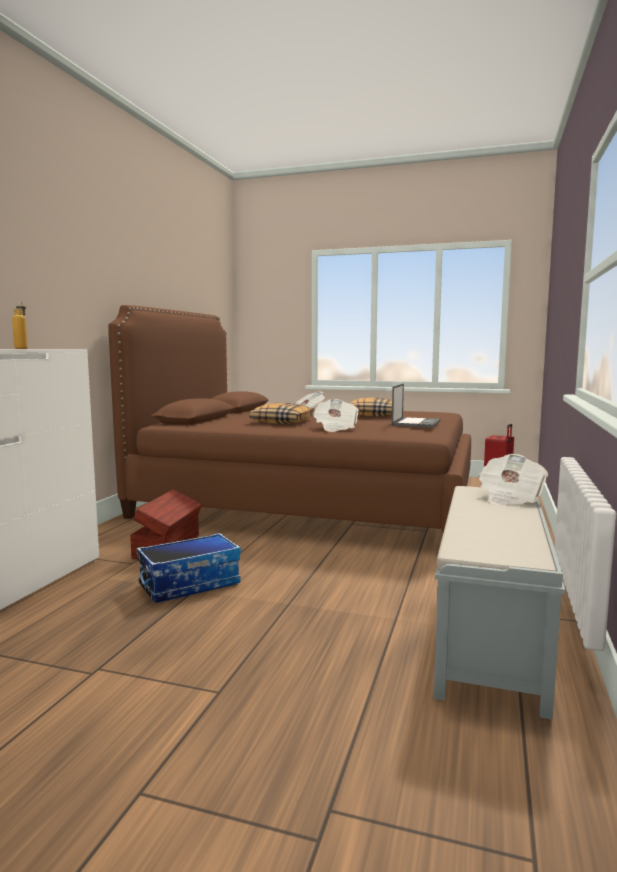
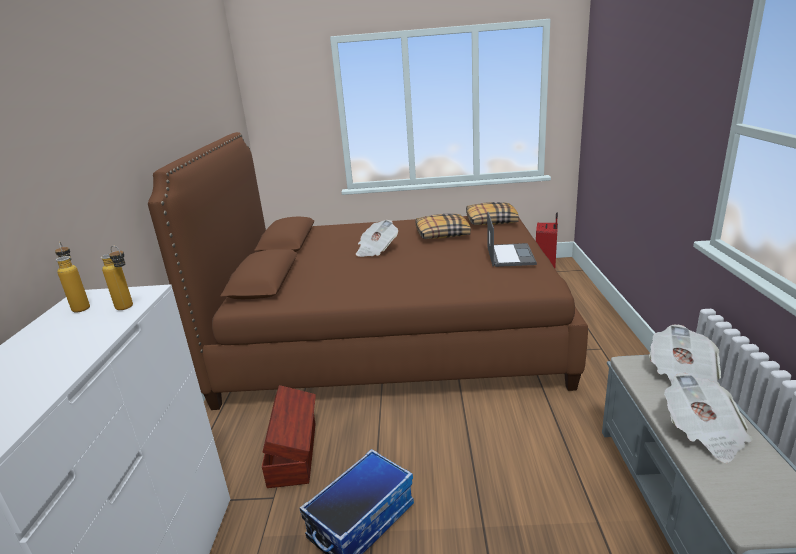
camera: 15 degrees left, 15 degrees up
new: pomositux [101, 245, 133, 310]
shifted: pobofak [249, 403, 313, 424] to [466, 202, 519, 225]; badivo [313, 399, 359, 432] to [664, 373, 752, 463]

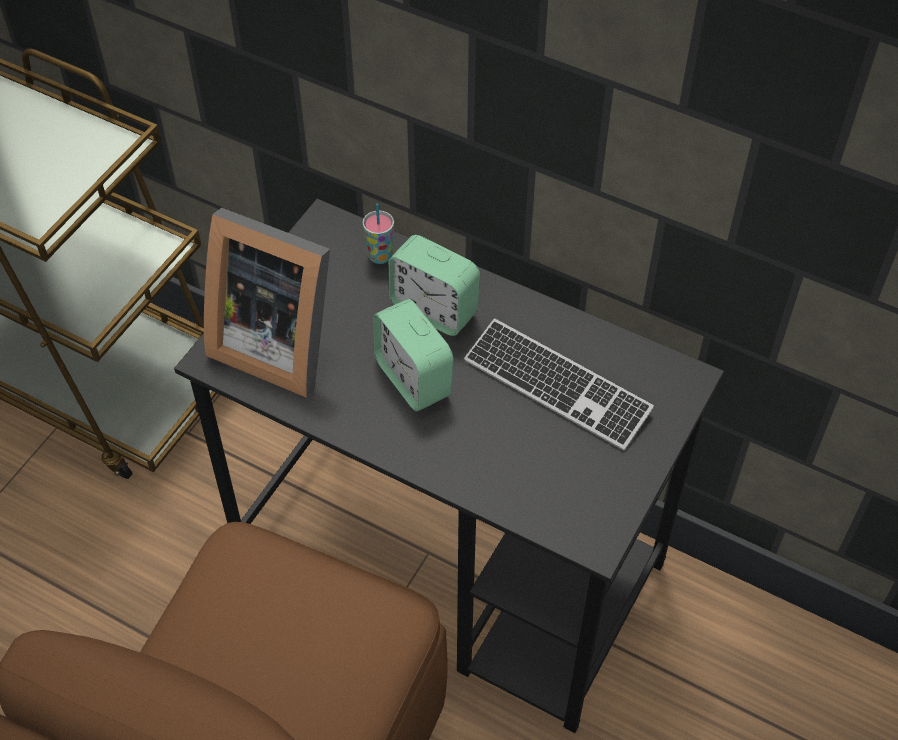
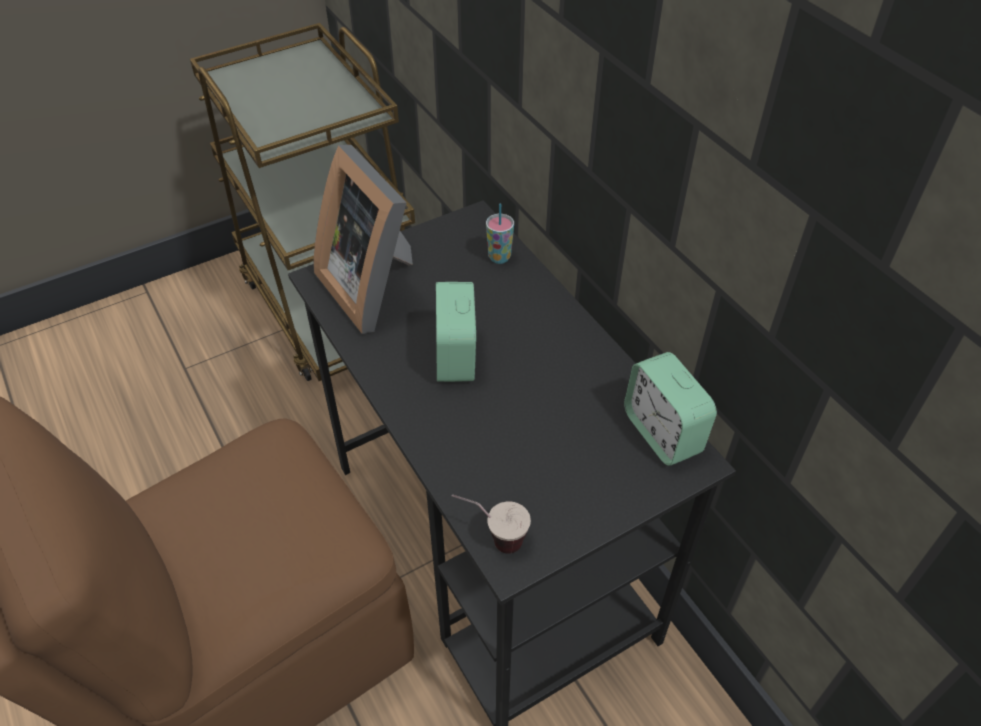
camera: 30 degrees right, 5 degrees down
gone: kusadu [464, 318, 654, 450]
new: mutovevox [451, 494, 531, 554]
shifted: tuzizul [388, 235, 480, 336] to [624, 352, 717, 466]

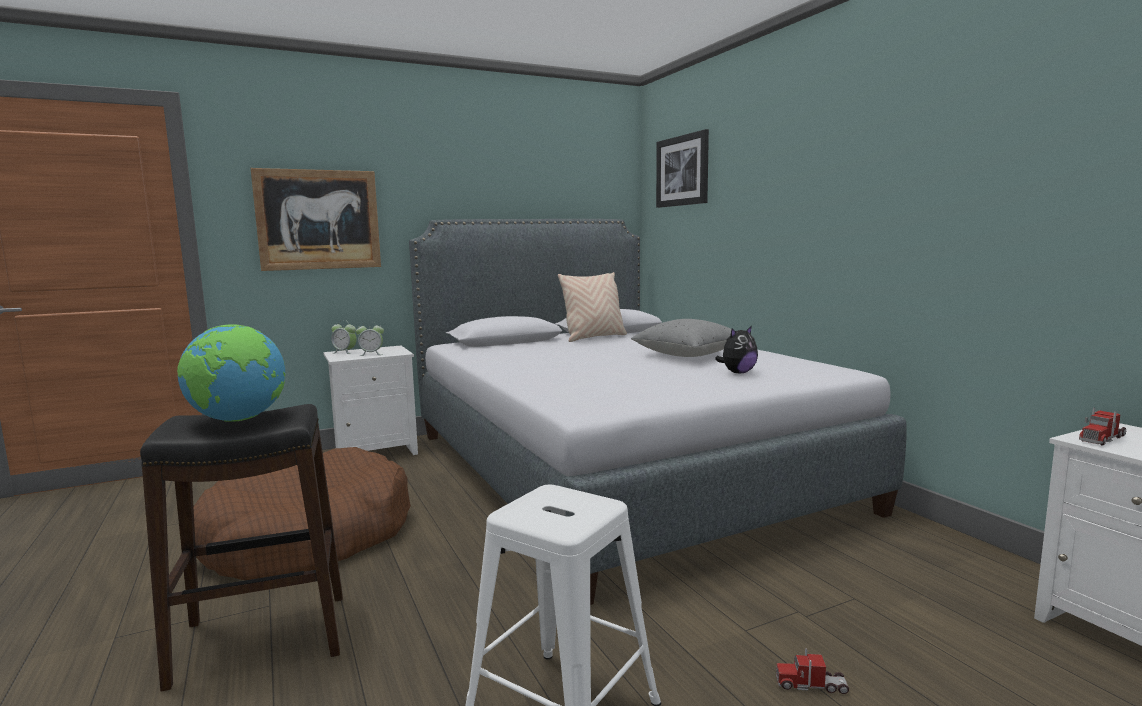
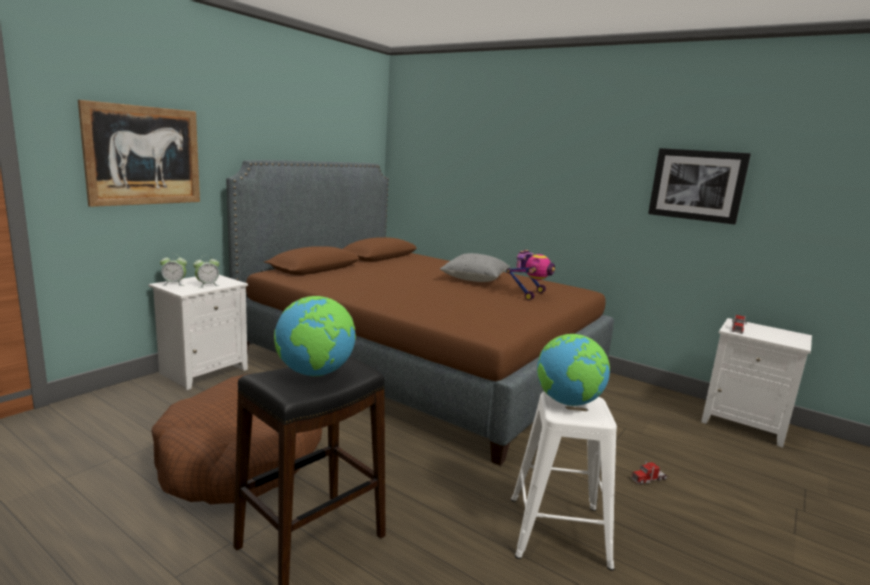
camera: 30 degrees left, 5 degrees up
gone: beige pobofak [558, 272, 627, 342]
new: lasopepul [537, 334, 610, 406]
shifted: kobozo [656, 129, 709, 208] to [648, 148, 751, 225]
swapped: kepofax [715, 326, 758, 373] to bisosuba [506, 250, 555, 300]
repainted: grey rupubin [409, 219, 907, 605] to brown rupubin [226, 160, 614, 466]

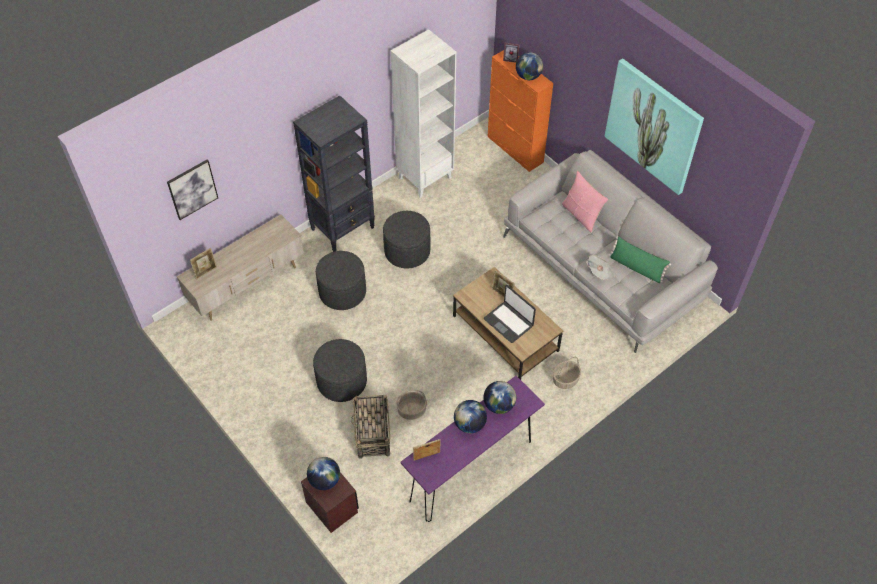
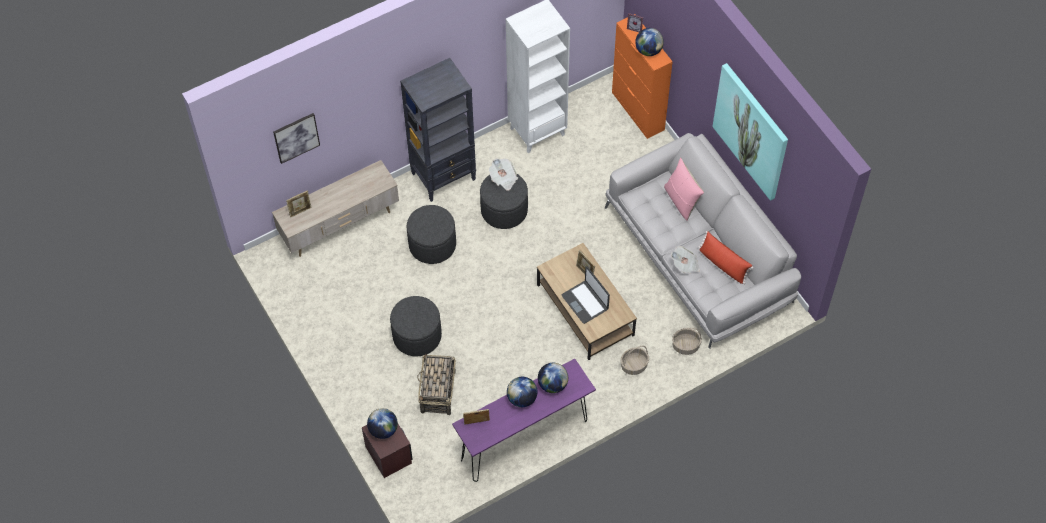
camera: 10 degrees right, 5 degrees up
new: badivo [489, 158, 518, 191]
shifted: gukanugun [396, 390, 427, 420] to [672, 328, 702, 355]
repainted: green pobofak [609, 236, 671, 283] to red pobofak [698, 231, 753, 284]

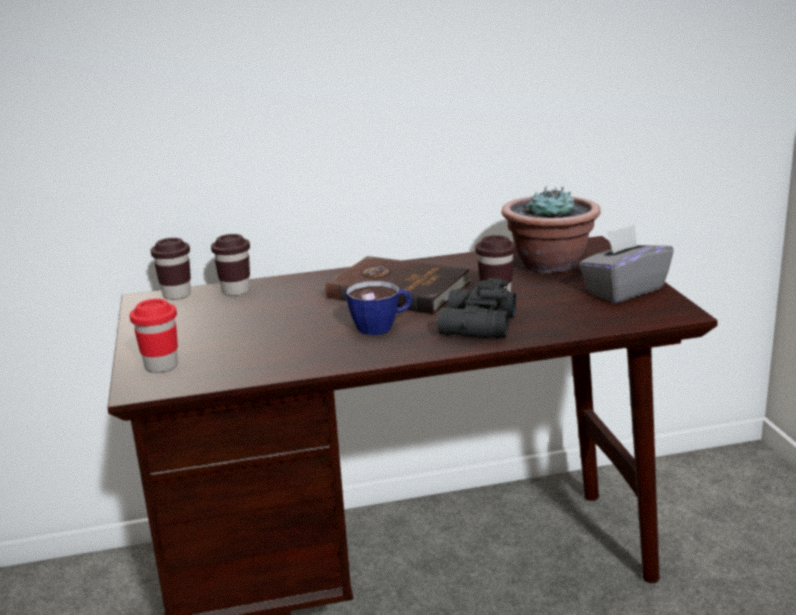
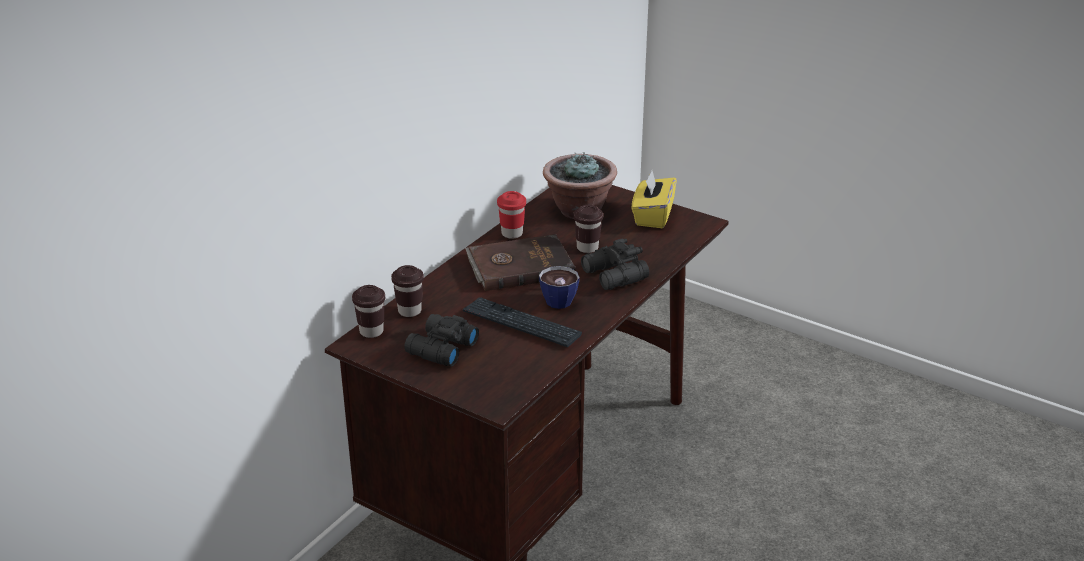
camera: 45 degrees left, 10 degrees up
new: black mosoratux [405, 314, 479, 367]; kusadu [462, 298, 582, 347]
shifted: red mutovevox [130, 299, 178, 373] to [497, 191, 526, 239]
repainted: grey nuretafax [579, 224, 674, 303] to yellow nuretafax [631, 171, 677, 228]

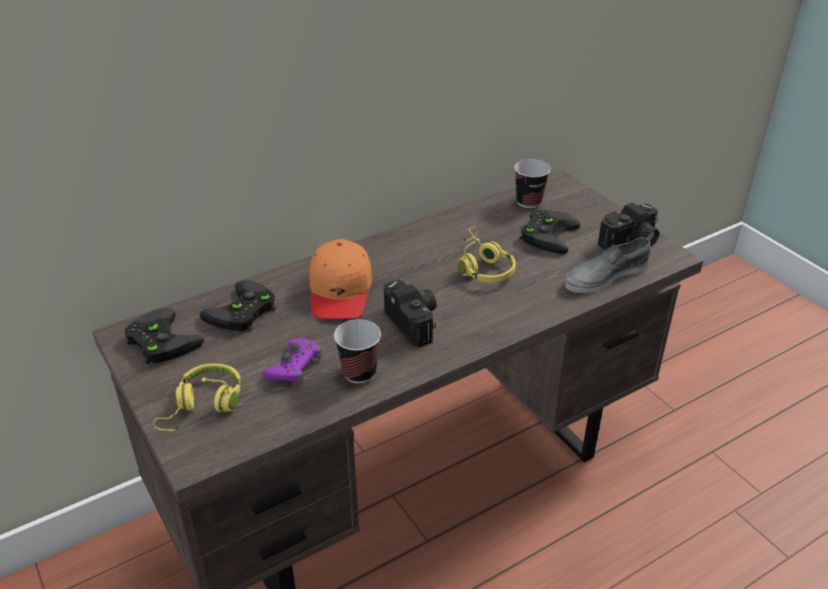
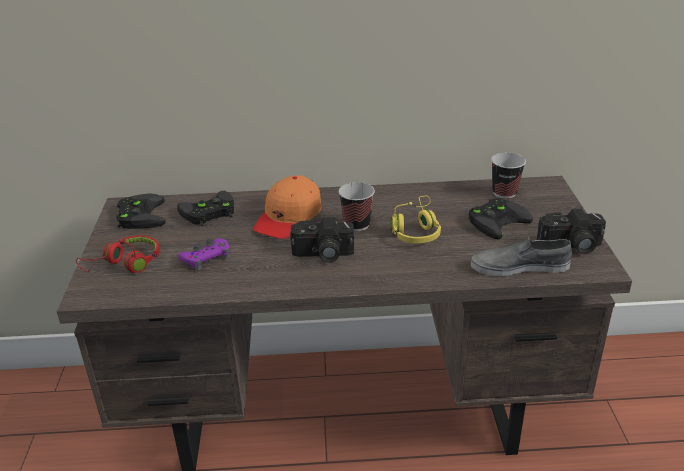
camera: 30 degrees right, 5 degrees down
shifted: mutovevox [334, 319, 381, 384] to [339, 182, 375, 231]
repainted: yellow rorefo [153, 364, 242, 431] to red rorefo [76, 235, 160, 273]
rotated: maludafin [384, 280, 437, 348] = [290, 217, 354, 263] 90 degrees clockwise

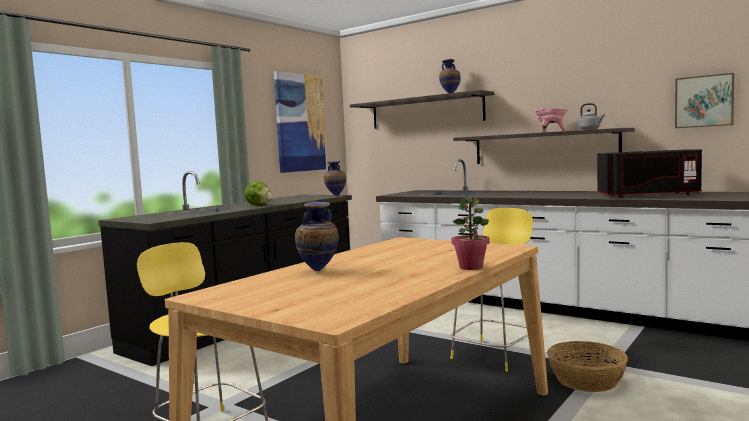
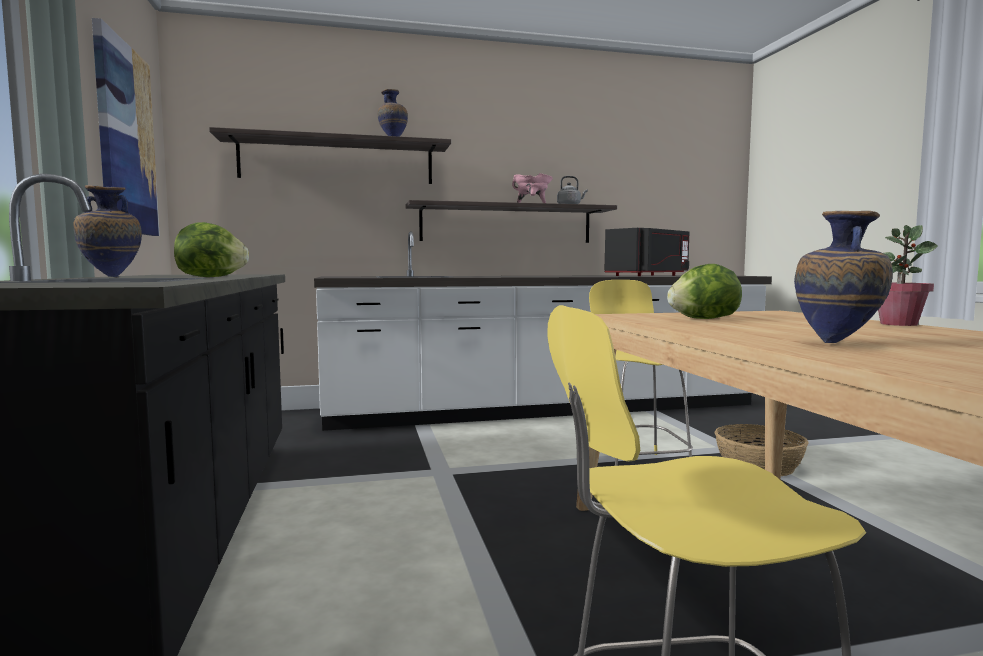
camera: 50 degrees left, 0 degrees up
gone: kobozo [675, 73, 734, 128]
new: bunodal [667, 264, 742, 319]
shifted: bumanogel [324, 160, 346, 196] to [73, 185, 142, 277]

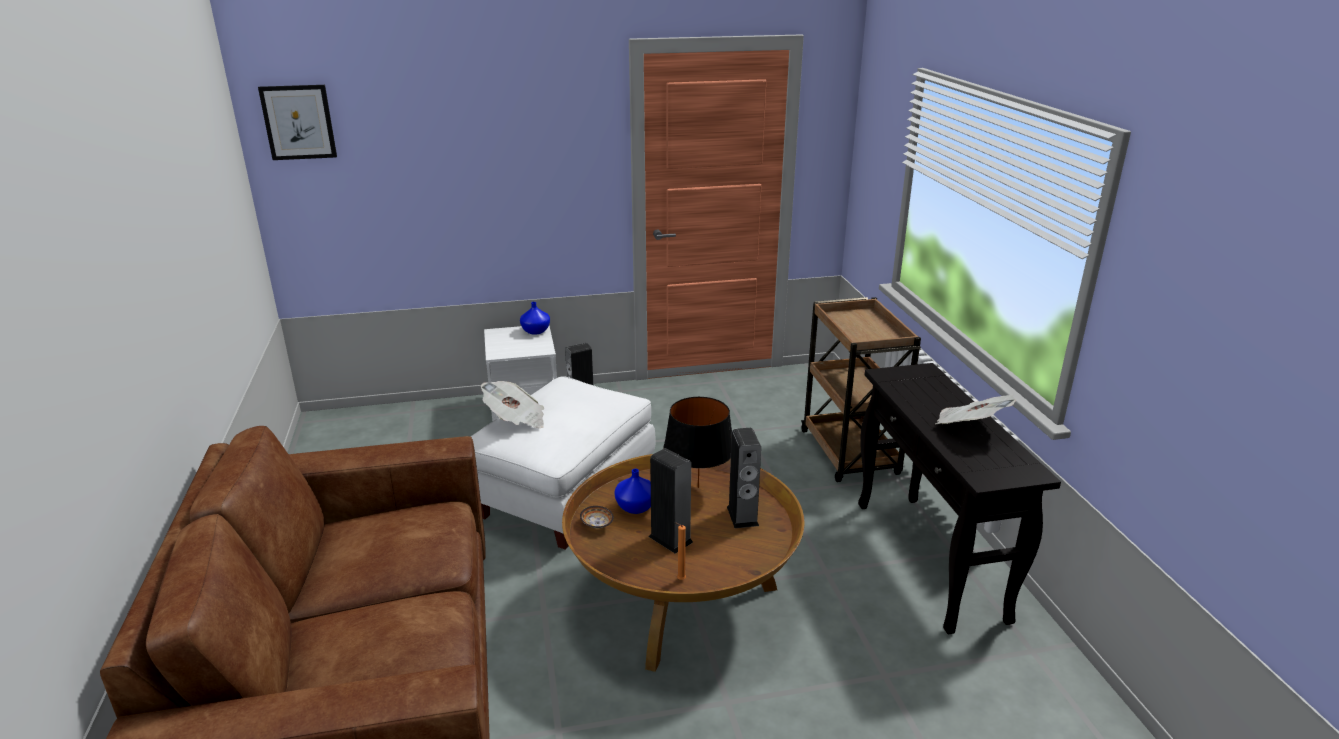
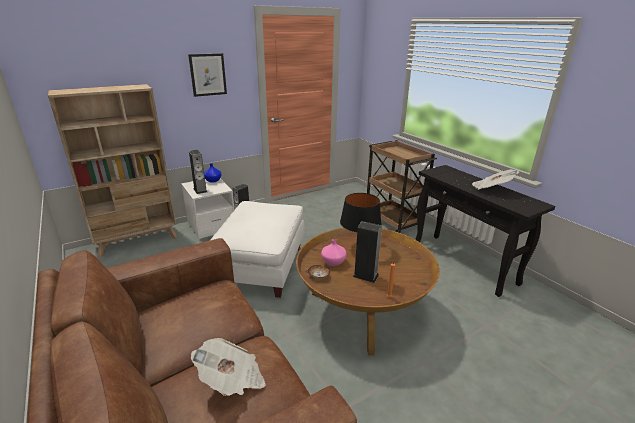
camera: 20 degrees left, 0 degrees up
new: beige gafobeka [48, 84, 177, 258]
shifted: kobozo [258, 85, 337, 160] to [188, 53, 227, 97]; badivo [481, 381, 544, 428] to [191, 338, 266, 396]; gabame [727, 428, 761, 528] to [189, 150, 207, 194]
repainted: blue bumanogel [615, 469, 651, 514] to pink bumanogel [321, 239, 347, 266]

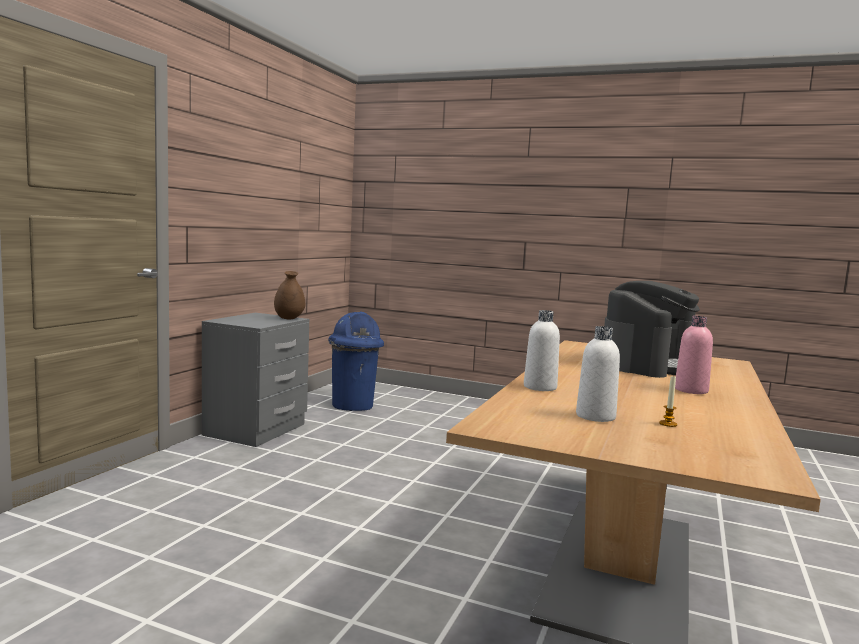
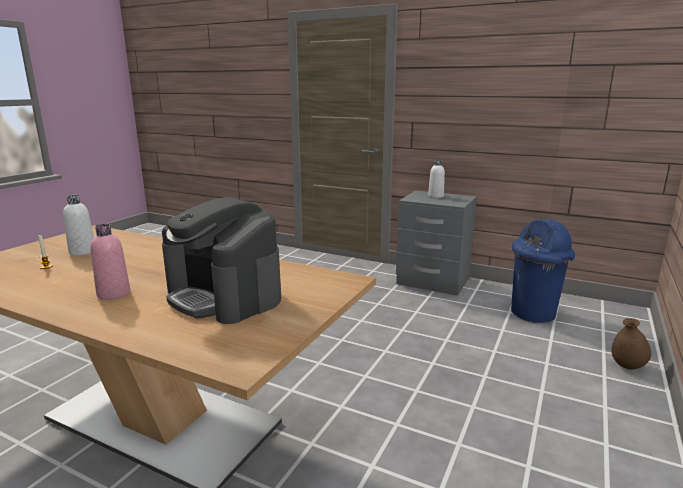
camera: 95 degrees right, 10 degrees up
shifted: brown bumanogel [274, 271, 305, 320] to [611, 318, 651, 370]; white pomositux [524, 310, 560, 391] to [428, 160, 445, 198]

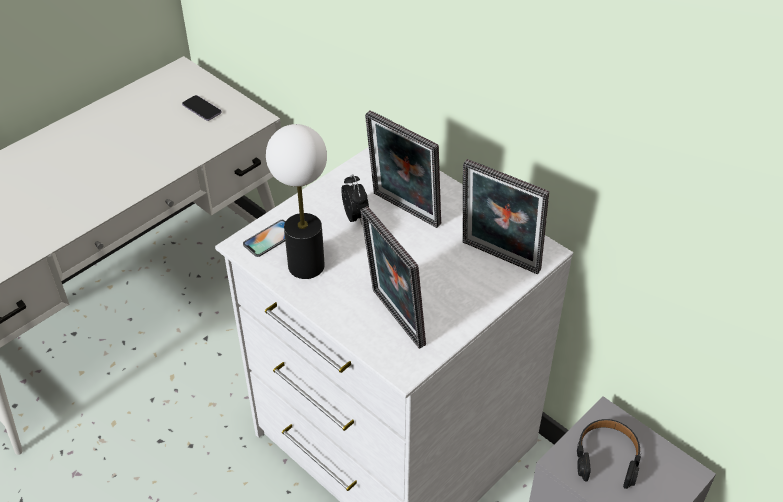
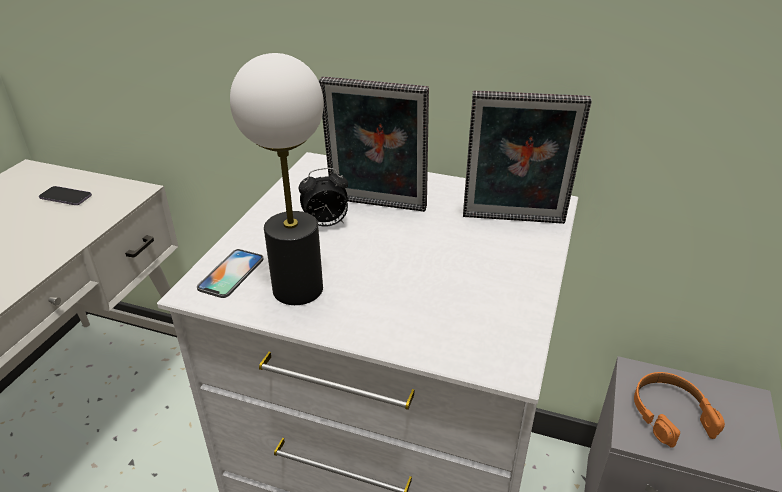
camera: 25 degrees left, 10 degrees down
gone: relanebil [360, 206, 426, 349]
repainted: black rorefo [577, 419, 641, 489] to orange rorefo [634, 372, 725, 448]
rotated: tuzizul [341, 174, 369, 225] = [299, 168, 348, 227] 120 degrees clockwise

